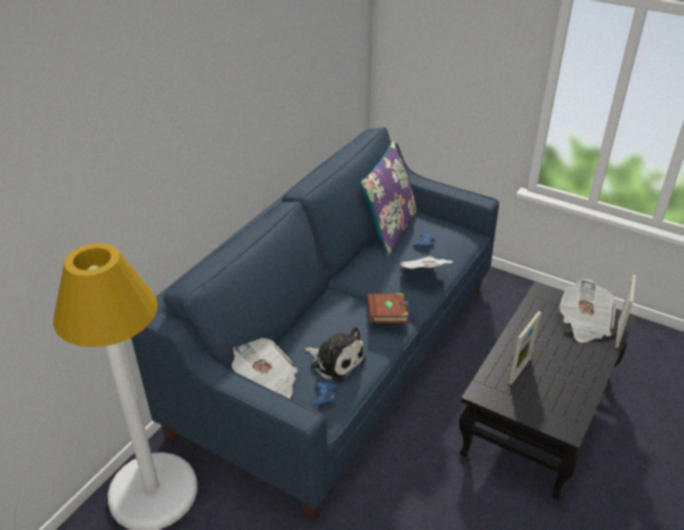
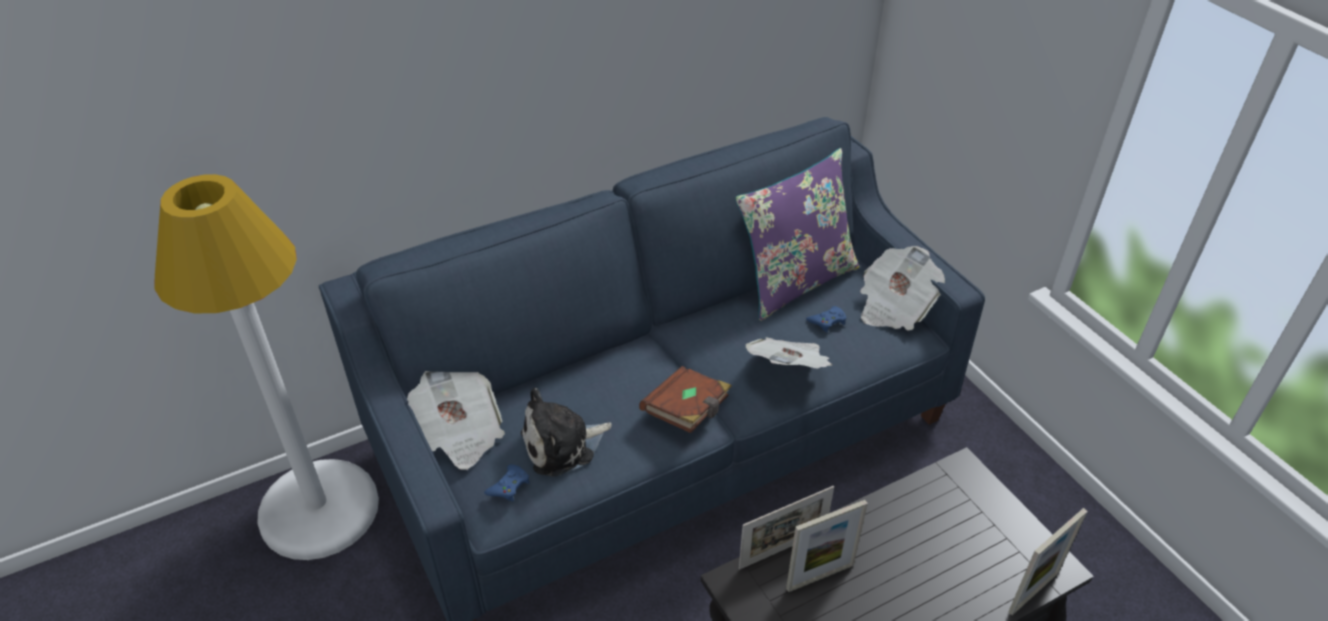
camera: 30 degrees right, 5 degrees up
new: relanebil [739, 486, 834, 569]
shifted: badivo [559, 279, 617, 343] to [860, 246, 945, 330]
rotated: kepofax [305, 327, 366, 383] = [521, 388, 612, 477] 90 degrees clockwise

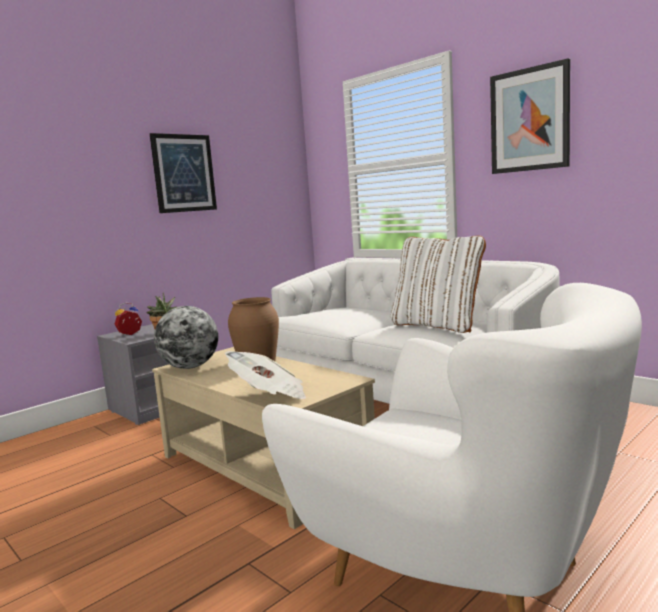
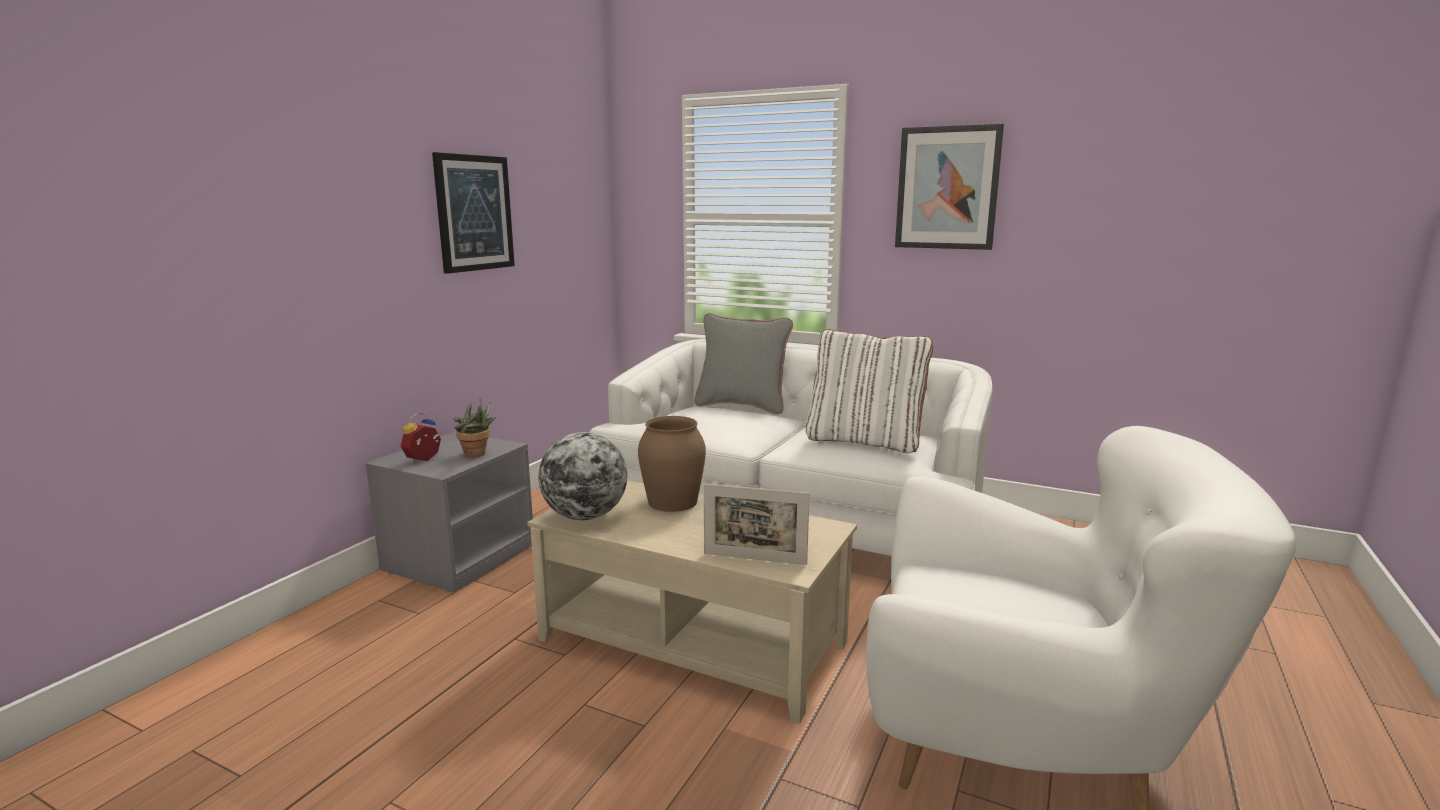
camera: 20 degrees left, 5 degrees up
new: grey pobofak [694, 313, 793, 414]
swapped: badivo [225, 351, 306, 399] to relanebil [704, 484, 810, 565]

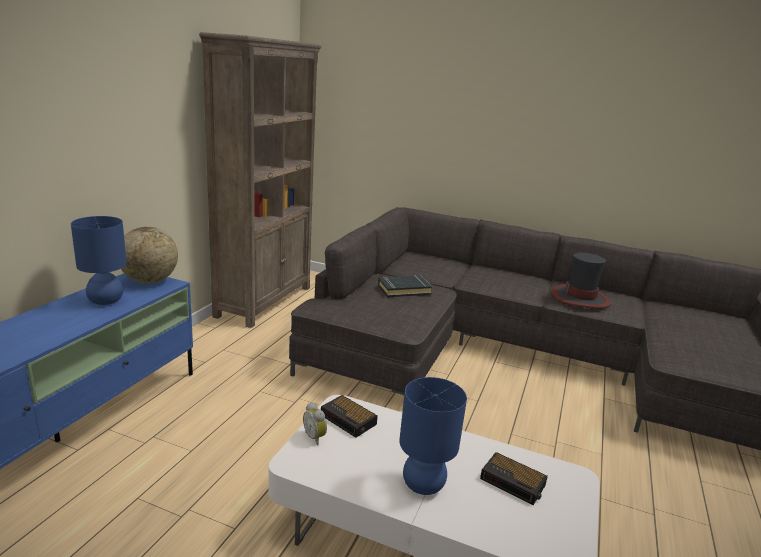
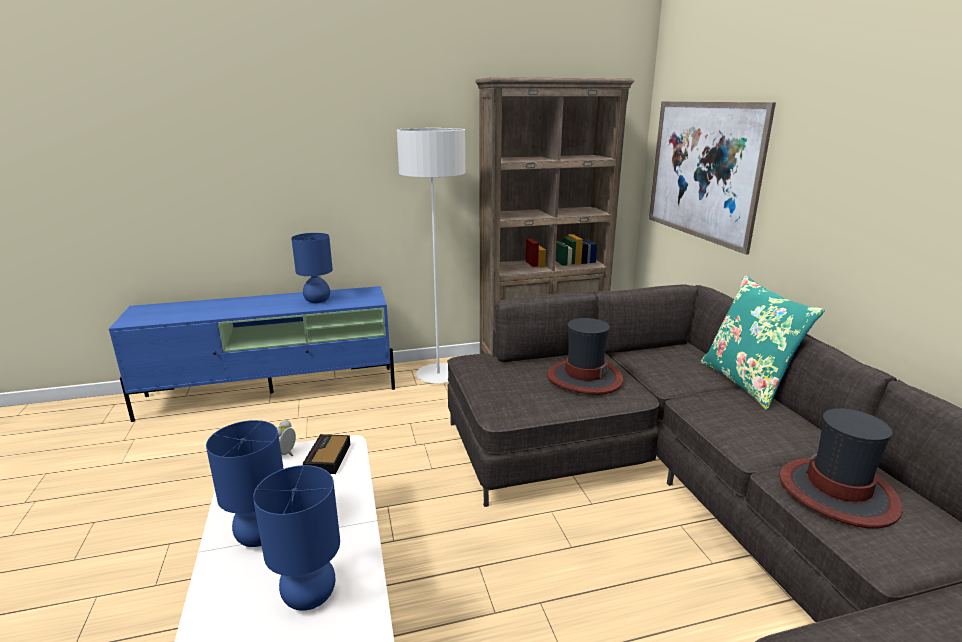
camera: 55 degrees right, 0 degrees up
gone: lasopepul [121, 227, 178, 283]
new: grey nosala [397, 128, 466, 383]; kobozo [649, 102, 776, 255]; turquoise pobofak [700, 275, 825, 410]
swapped: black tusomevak [378, 275, 433, 297] to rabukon [547, 318, 623, 395]; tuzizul [480, 452, 548, 505] to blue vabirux [253, 465, 340, 611]

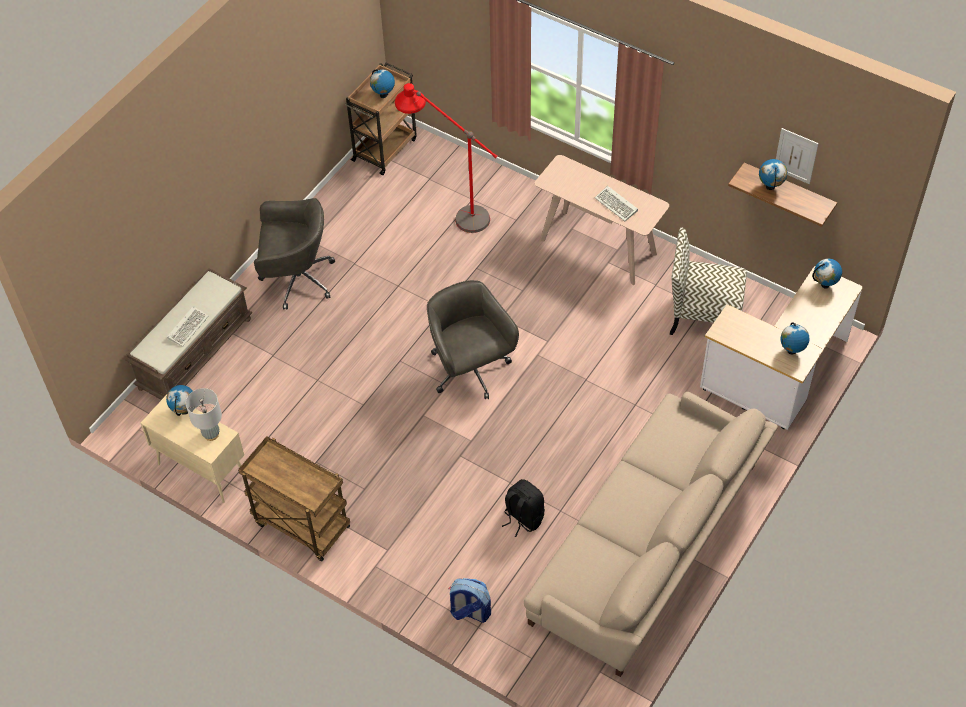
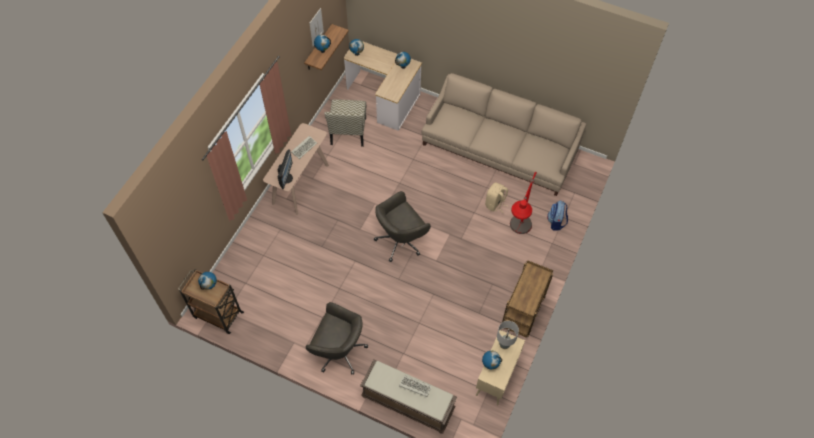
camera: 100 degrees left, 5 degrees up
new: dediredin [278, 149, 293, 189]
shifted: red nosala [395, 83, 497, 233] to [510, 172, 537, 234]
repainted: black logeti [502, 479, 545, 537] to beige logeti [485, 182, 508, 213]
rotated: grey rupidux [254, 198, 335, 310] = [306, 302, 368, 375] 120 degrees clockwise

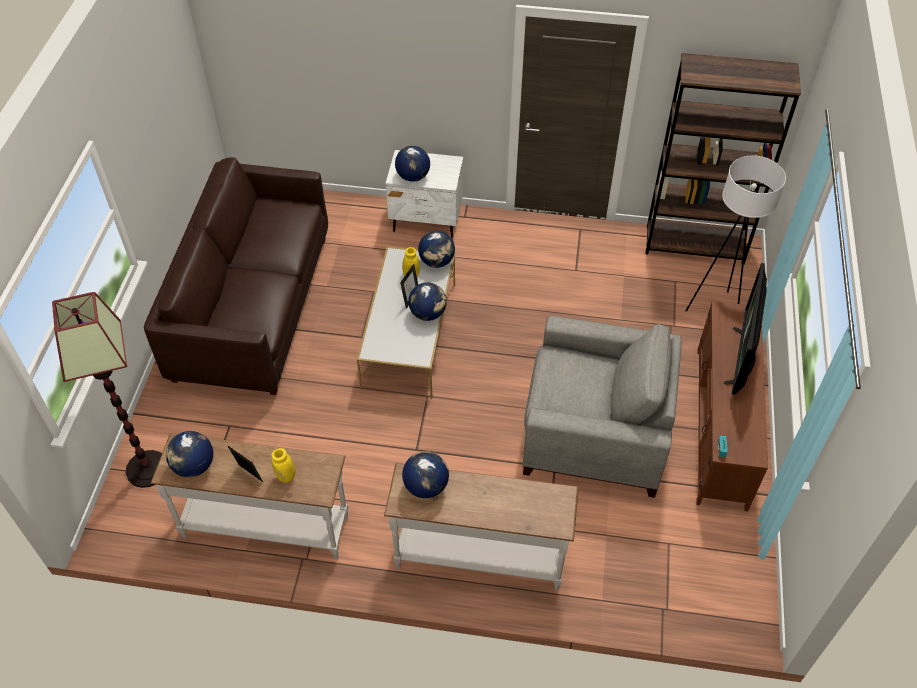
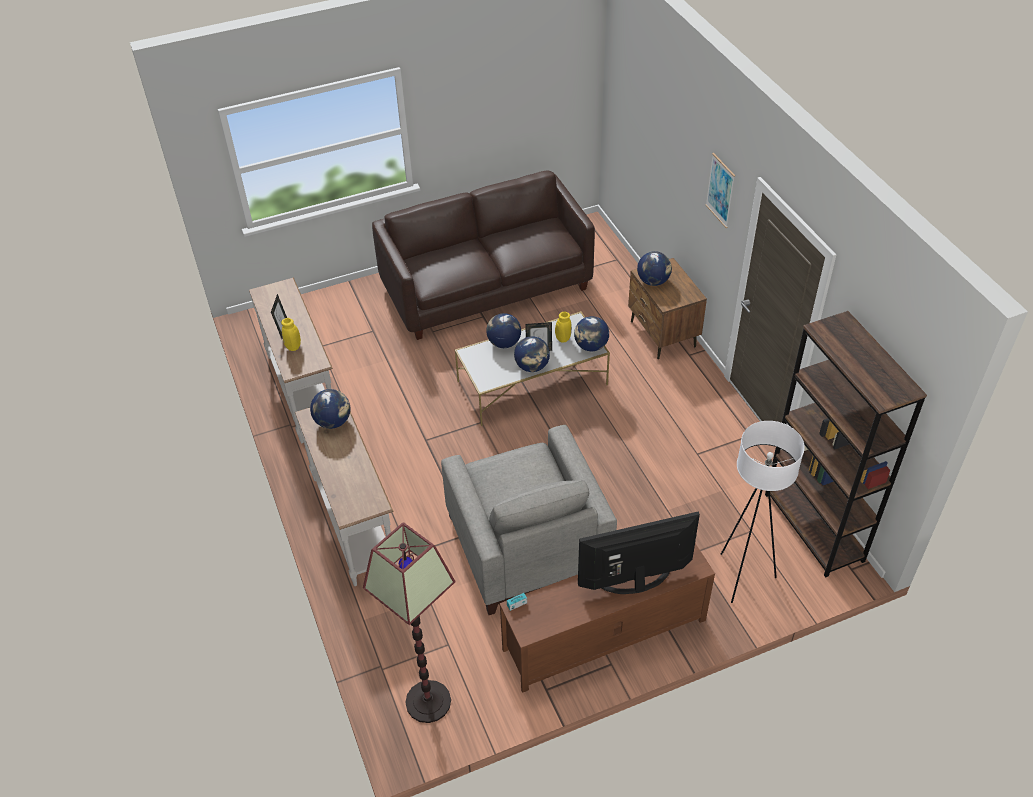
camera: 60 degrees right, 5 degrees down
new: kobozo [705, 153, 735, 228]
shifted: nosala [52, 292, 162, 488] to [363, 522, 456, 723]; lasopepul [166, 431, 213, 477] to [486, 313, 521, 348]
repainted: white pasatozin [385, 150, 463, 238] to brown pasatozin [628, 258, 707, 359]

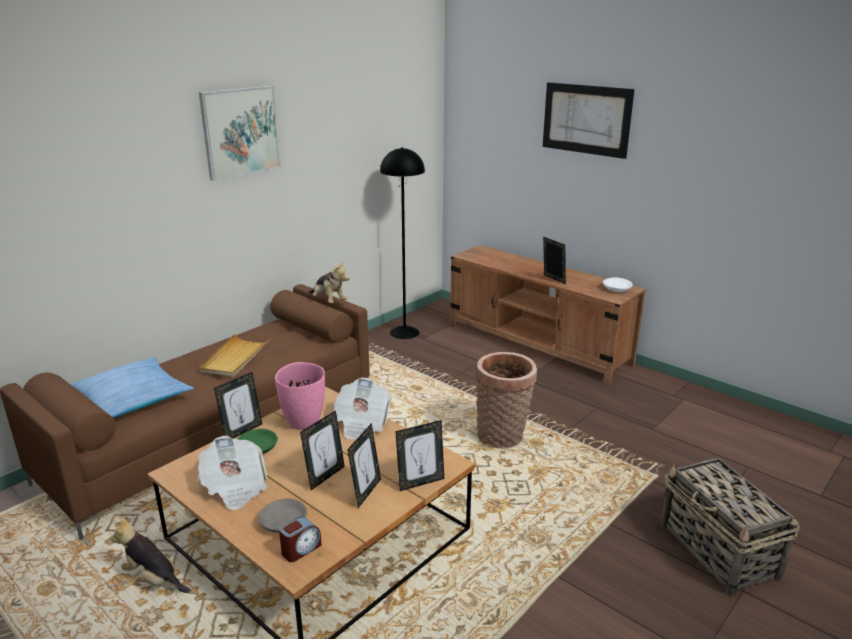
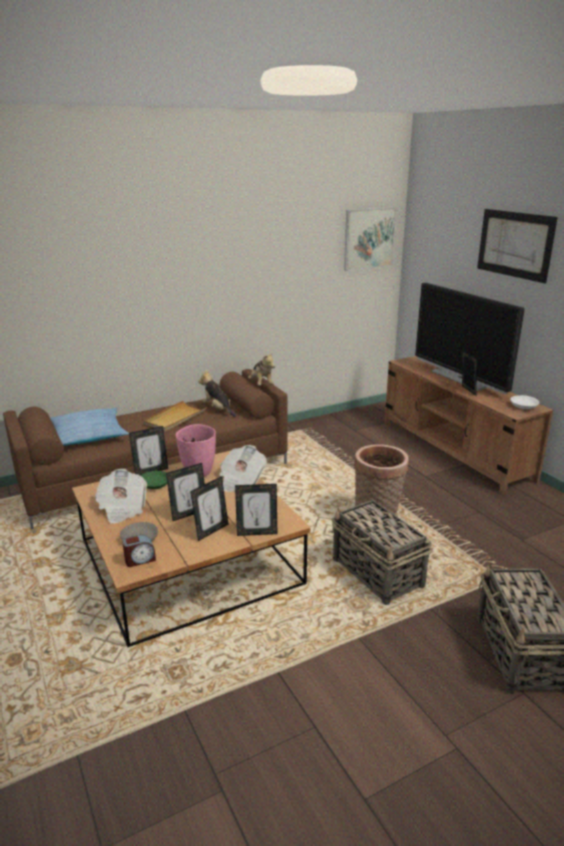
camera: 20 degrees right, 0 degrees up
gone: black nosala [380, 147, 425, 339]
new: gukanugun [331, 500, 432, 605]; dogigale [415, 283, 525, 394]
shifted: kepofax [110, 517, 191, 593] to [198, 370, 237, 417]; kobozo [199, 86, 281, 181] to [344, 207, 397, 271]

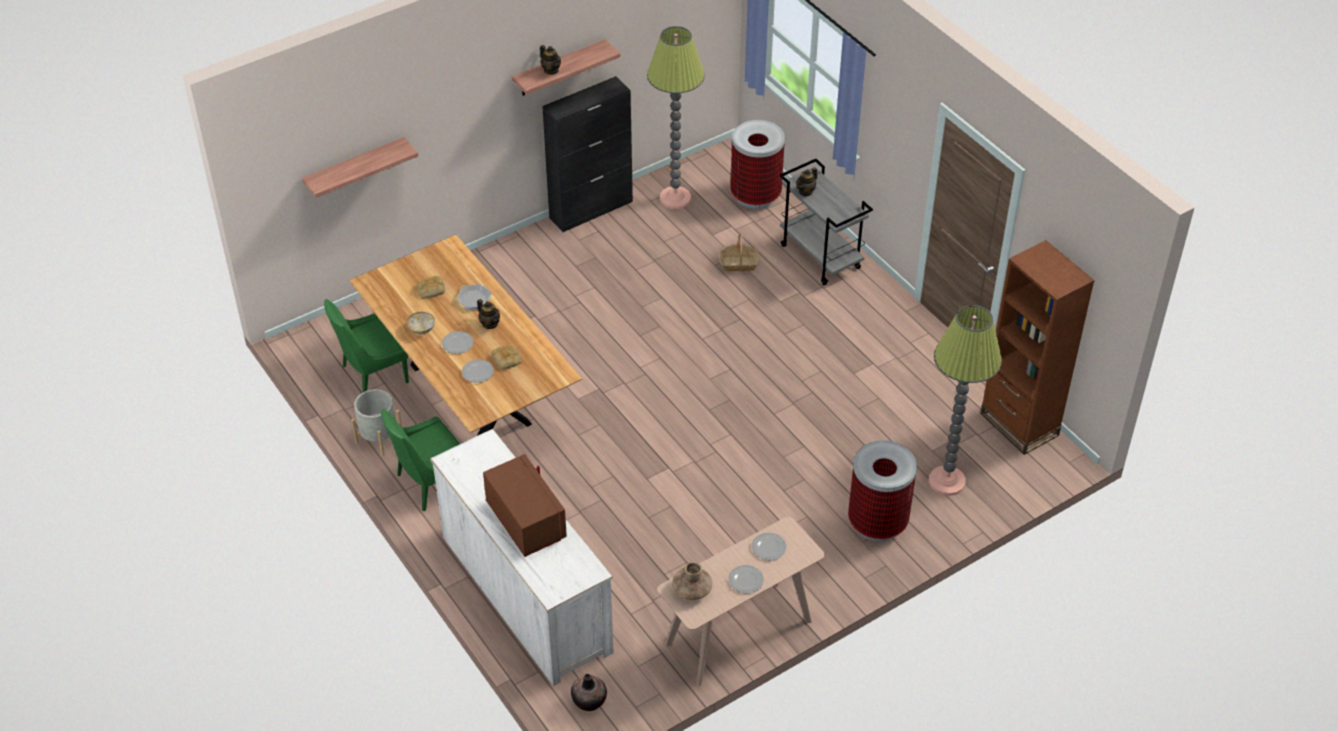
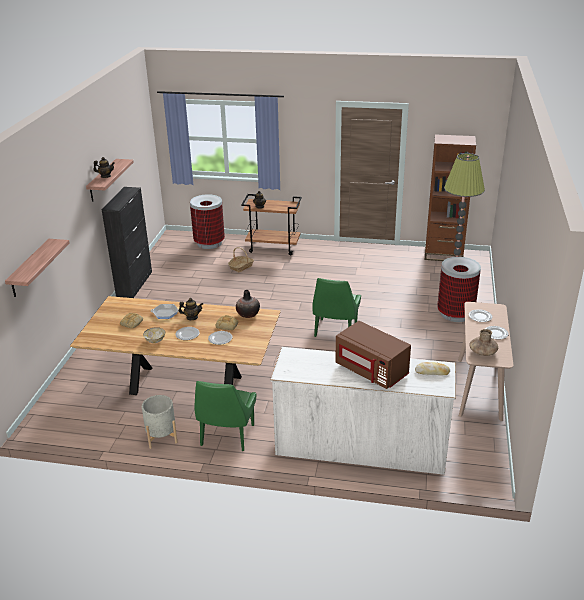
camera: 45 degrees left, 15 degrees down
gone: nosala [647, 26, 705, 209]
new: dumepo [415, 362, 450, 375]
shifted: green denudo [324, 299, 409, 392] to [312, 278, 361, 337]; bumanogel [571, 674, 607, 711] to [236, 290, 260, 318]
repainted: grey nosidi [779, 159, 873, 285] to brown nosidi [241, 194, 302, 255]
rotated: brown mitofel [483, 454, 567, 557] = [335, 321, 411, 389] 150 degrees counterclockwise

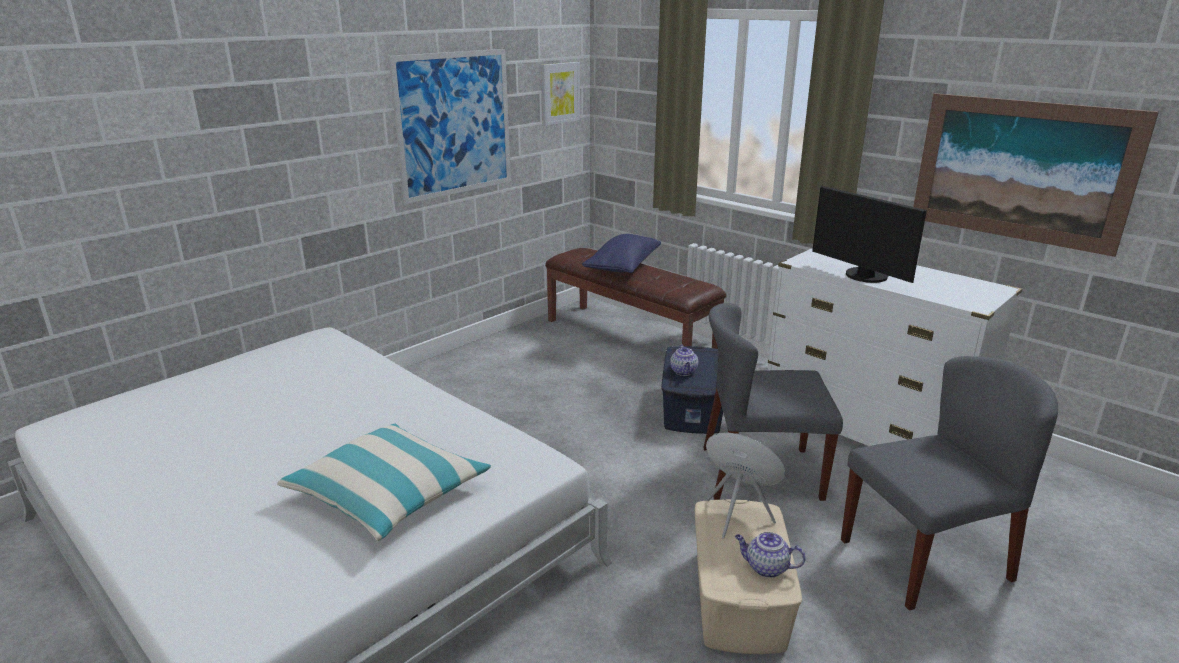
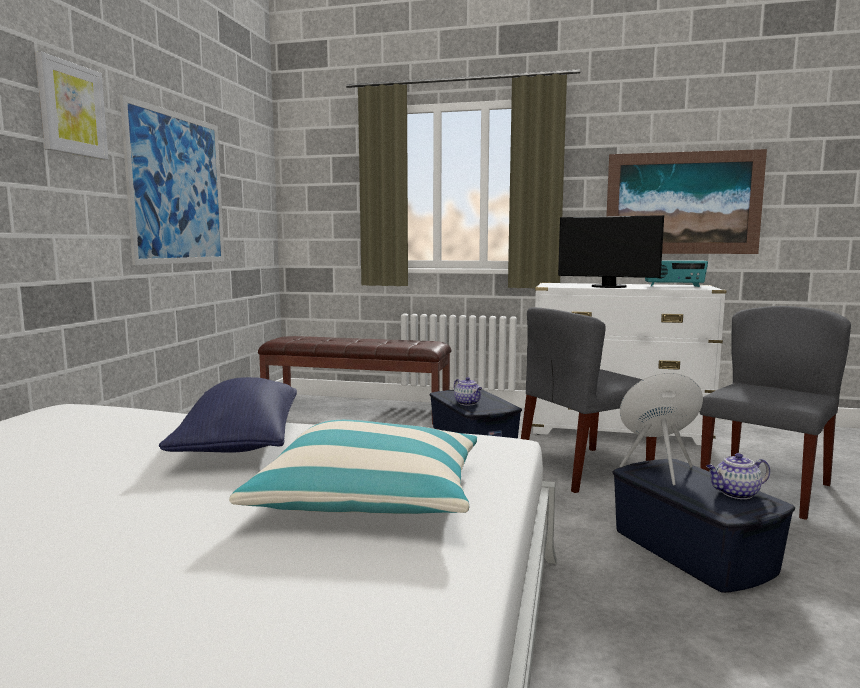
camera: 30 degrees left, 15 degrees down
new: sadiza [645, 260, 708, 287]
shifted: kobozo [541, 62, 580, 126] to [36, 52, 108, 160]; blue pobofak [582, 234, 661, 273] to [159, 377, 297, 453]
repainted: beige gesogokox [695, 499, 802, 654] to blue gesogokox [612, 459, 795, 593]

